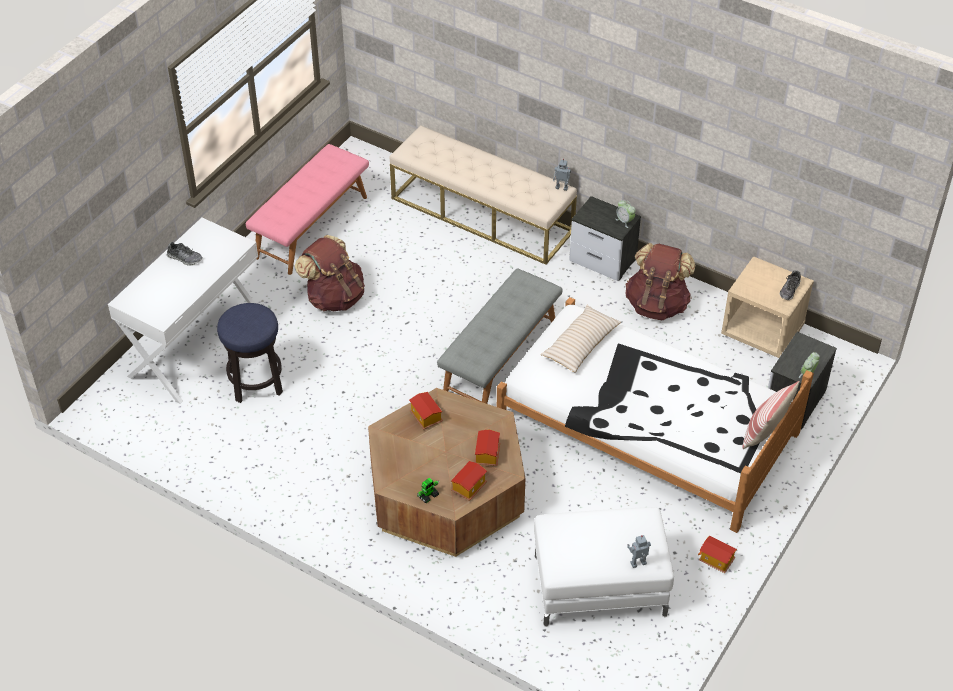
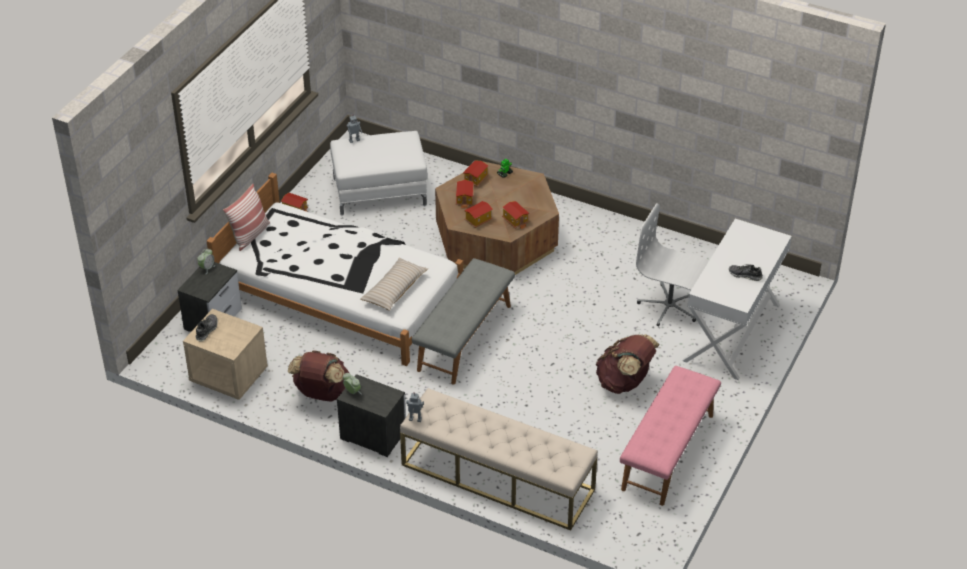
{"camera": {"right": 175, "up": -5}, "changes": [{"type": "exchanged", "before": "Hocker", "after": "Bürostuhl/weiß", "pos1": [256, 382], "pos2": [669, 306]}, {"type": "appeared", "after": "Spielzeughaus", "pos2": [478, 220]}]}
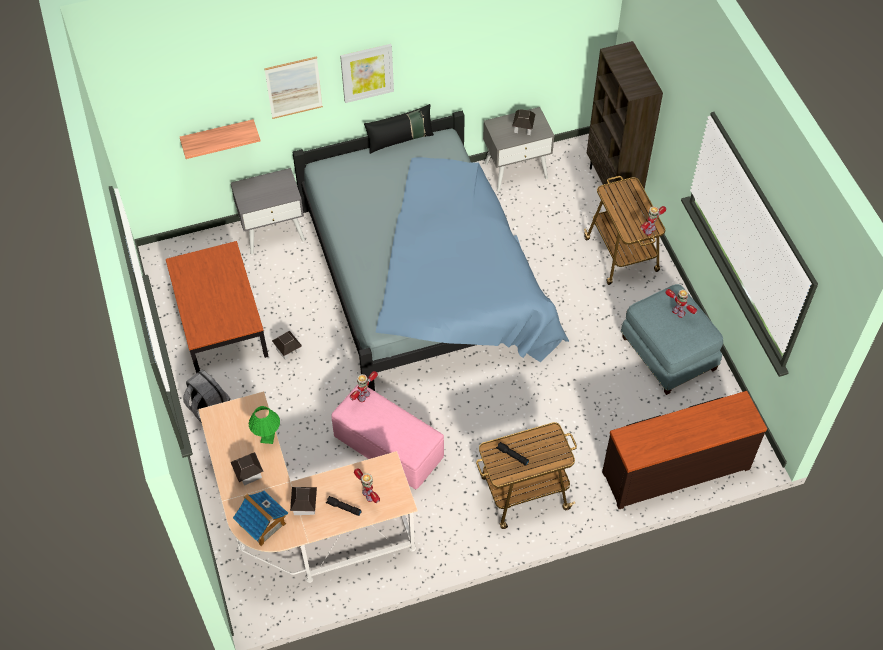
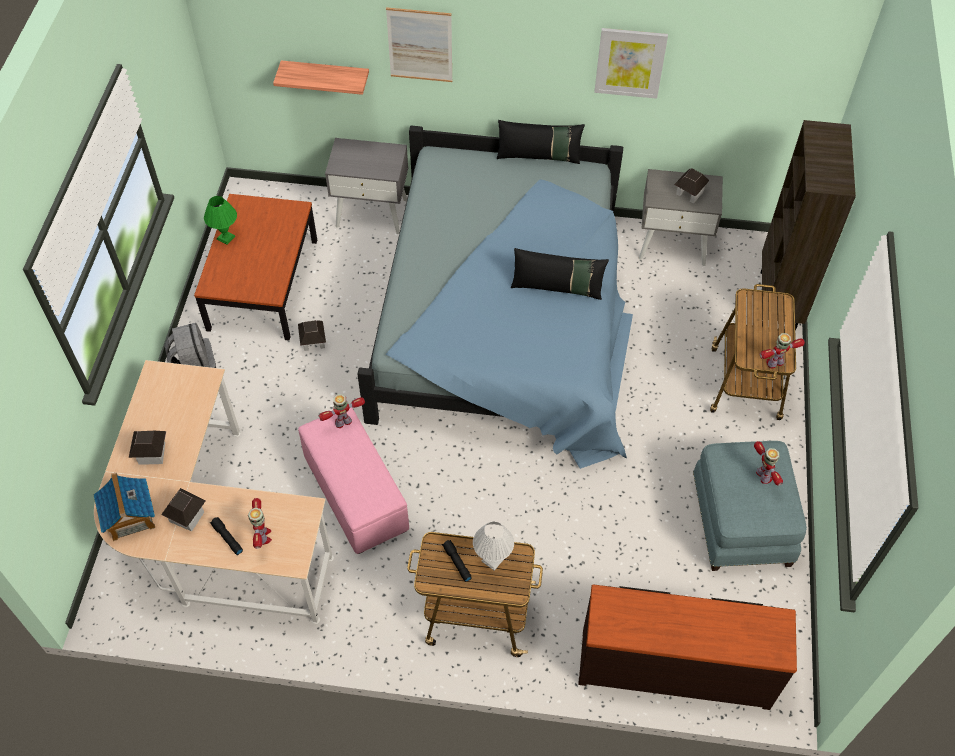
{"camera": {"right": 25, "up": 0}, "changes": [{"type": "relocated", "before": "Bild", "pos1": [367, 72], "pos2": [630, 62]}, {"type": "relocated", "before": "Tischlampe/grün", "pos1": [267, 438], "pos2": [225, 238]}, {"type": "appeared", "after": "Kissen/schwarz", "pos2": [557, 288]}, {"type": "appeared", "after": "Tischlampe/weiß", "pos2": [492, 560]}]}
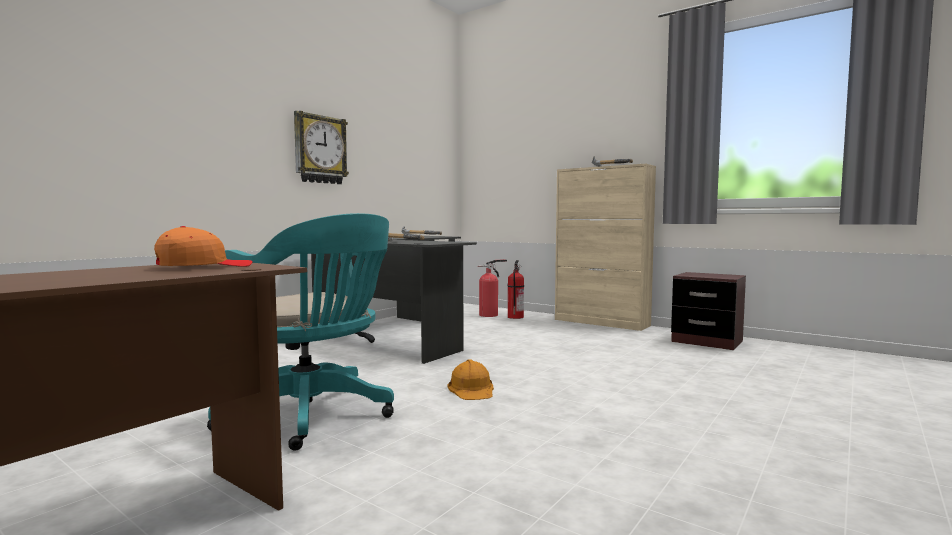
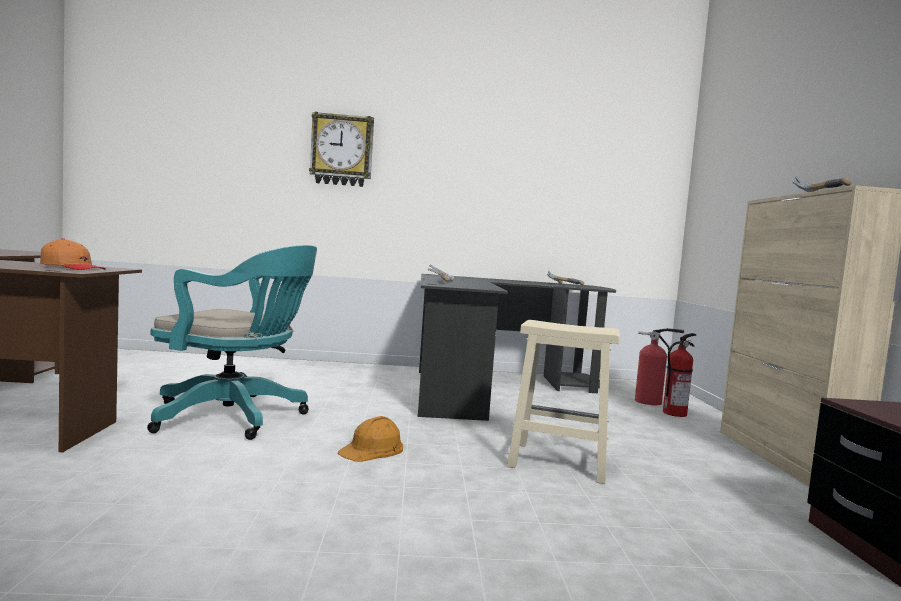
{"camera": {"right": 50, "up": 0}, "changes": [{"type": "relocated", "before": "Wanduhr", "pos1": [320, 149], "pos2": [342, 150]}, {"type": "spun", "before": "Bürostuhl/türkis", "pos1": [312, 416], "pos2": [235, 417], "turn": -75}, {"type": "appeared", "after": "Hocker/beige", "pos2": [556, 462]}]}
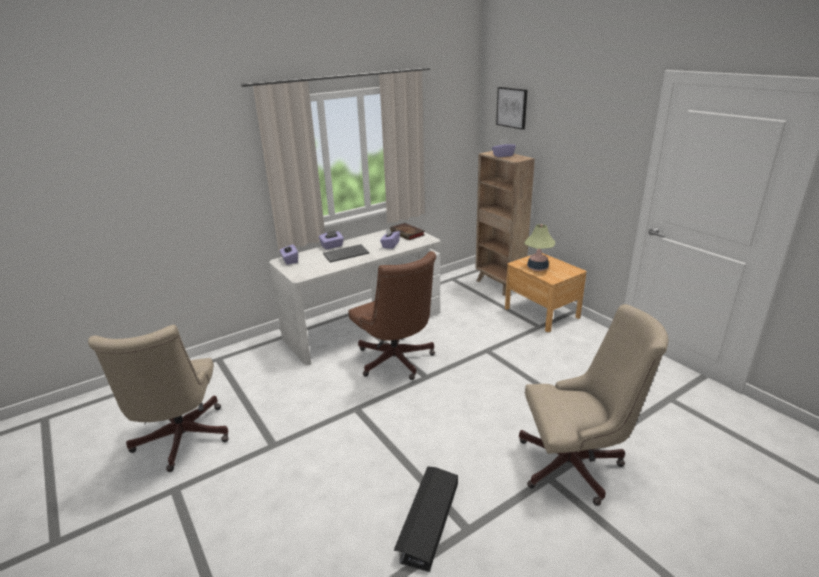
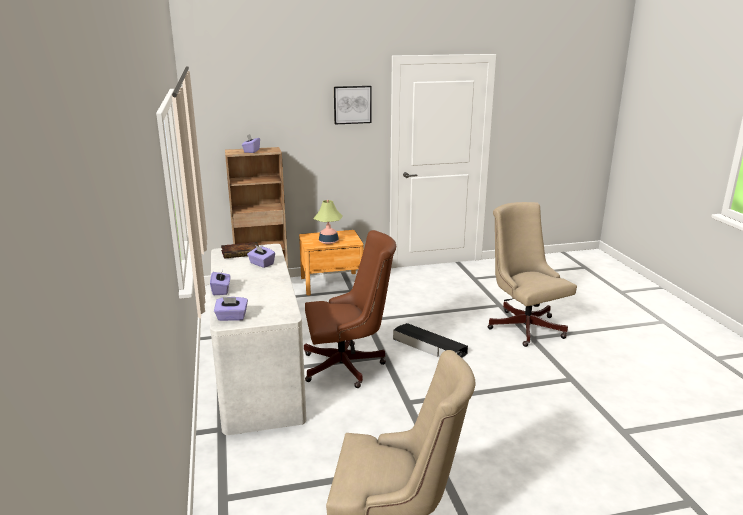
{"camera": {"right": -70, "up": -5}, "changes": [{"type": "relocated", "before": "Bild", "pos1": [512, 107], "pos2": [352, 104]}, {"type": "missing", "before": "Tastatur", "pos1": [346, 254]}, {"type": "spun", "before": "Bürostuhl/beige", "pos1": [576, 465], "pos2": [523, 325], "turn": -45}, {"type": "relocated", "before": "Aufbewahrungsbox/schwarz", "pos1": [428, 520], "pos2": [429, 346]}]}
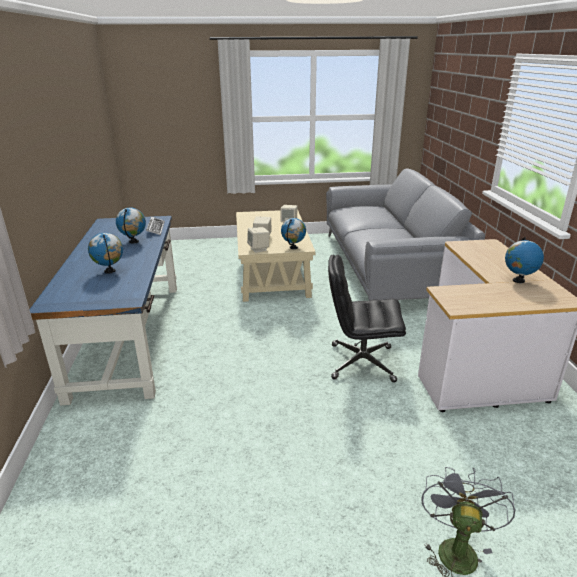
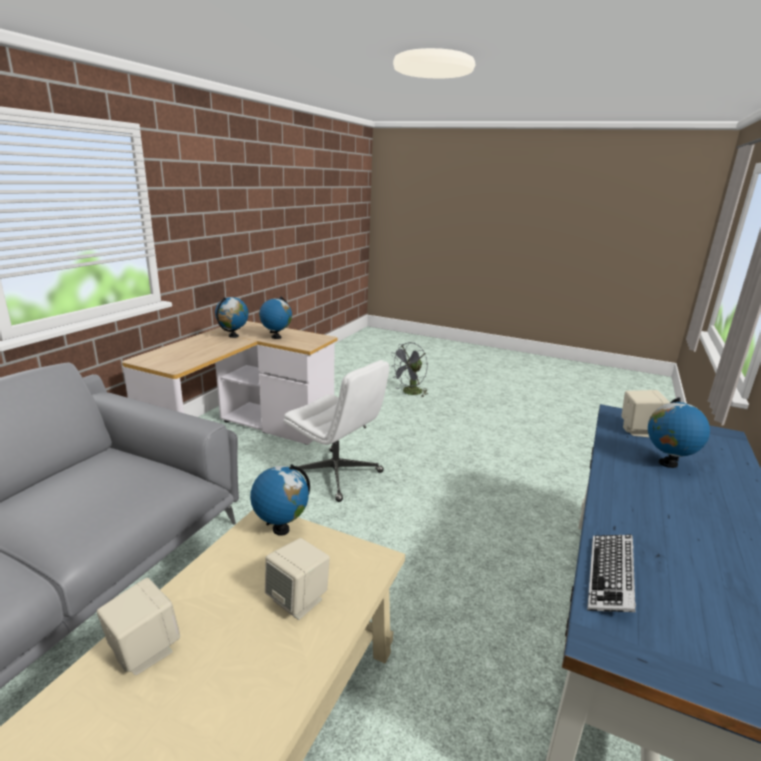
{"camera": {"right": -150, "up": -5}, "changes": [{"type": "relocated", "before": "Globus", "pos1": [134, 241], "pos2": [276, 337]}, {"type": "relocated", "before": "Lautsprecher/beige", "pos1": [259, 249], "pos2": [638, 430]}, {"type": "colour", "before": "Bürostuhl/schwarz", "after": "Bürostuhl/weiß", "pos1": [361, 363], "pos2": [336, 474]}]}
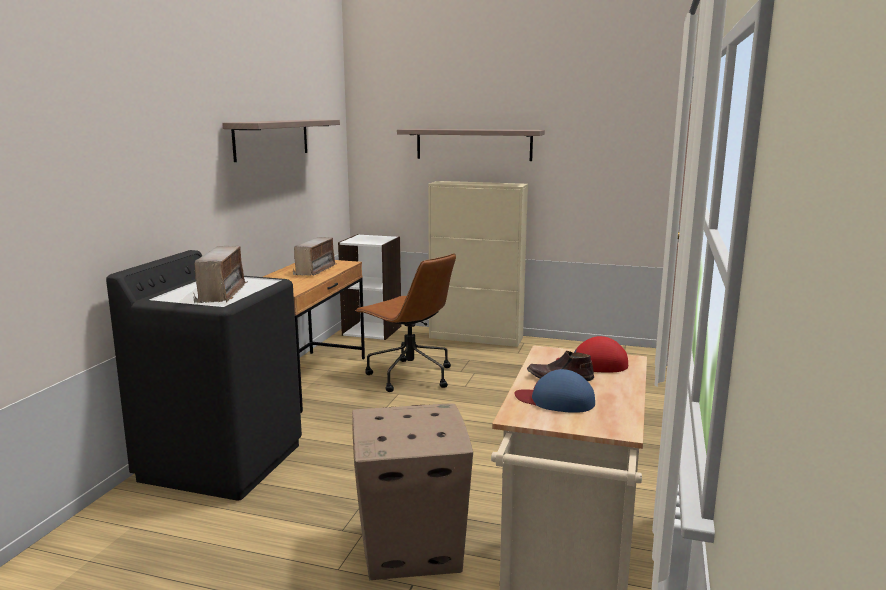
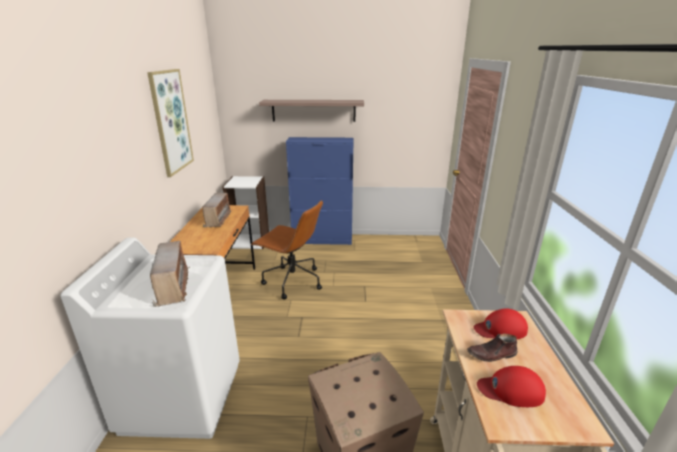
{"camera": {"right": -15, "up": 10}, "changes": [{"type": "exchanged", "before": "Wandregal", "after": "Bild", "pos1": [272, 139], "pos2": [171, 122]}, {"type": "colour", "before": "Schrank/beige", "after": "Schrank/blau", "pos1": [476, 338], "pos2": [322, 240]}, {"type": "colour", "before": "Waschmaschine/schwarz", "after": "Waschmaschine/weiß", "pos1": [222, 461], "pos2": [183, 396]}, {"type": "colour", "before": "Kappe/blau", "after": "Kappe/rot", "pos1": [555, 400], "pos2": [511, 390]}]}
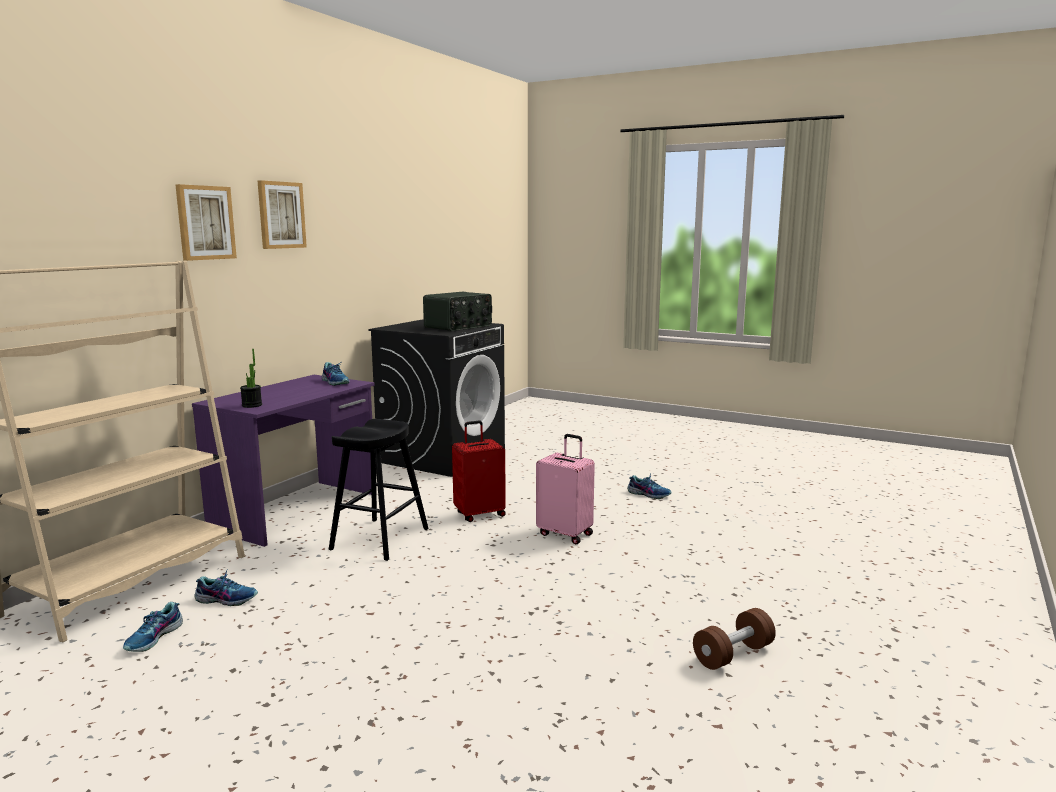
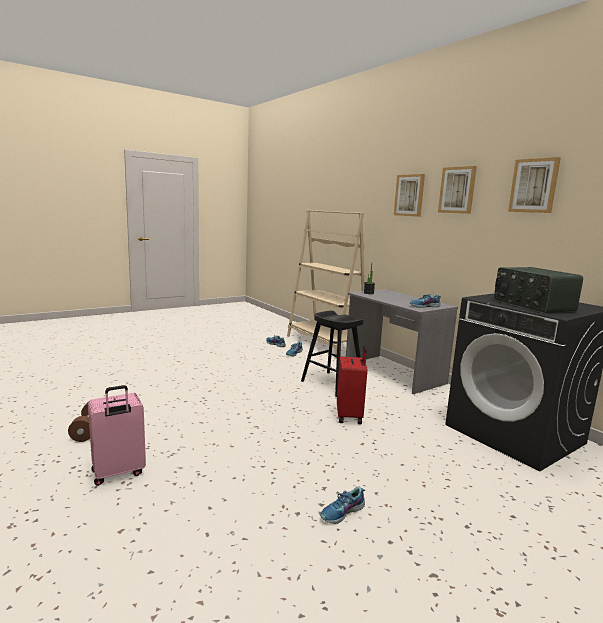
{"camera": {"right": 115, "up": 0}, "changes": [{"type": "colour", "before": "Schreibtisch/lila", "after": "Schreibtisch/grau", "pos1": [298, 511], "pos2": [393, 373]}, {"type": "relocated", "before": "Koffer/rosa", "pos1": [566, 534], "pos2": [118, 473]}, {"type": "appeared", "after": "Bild", "pos2": [534, 185]}]}
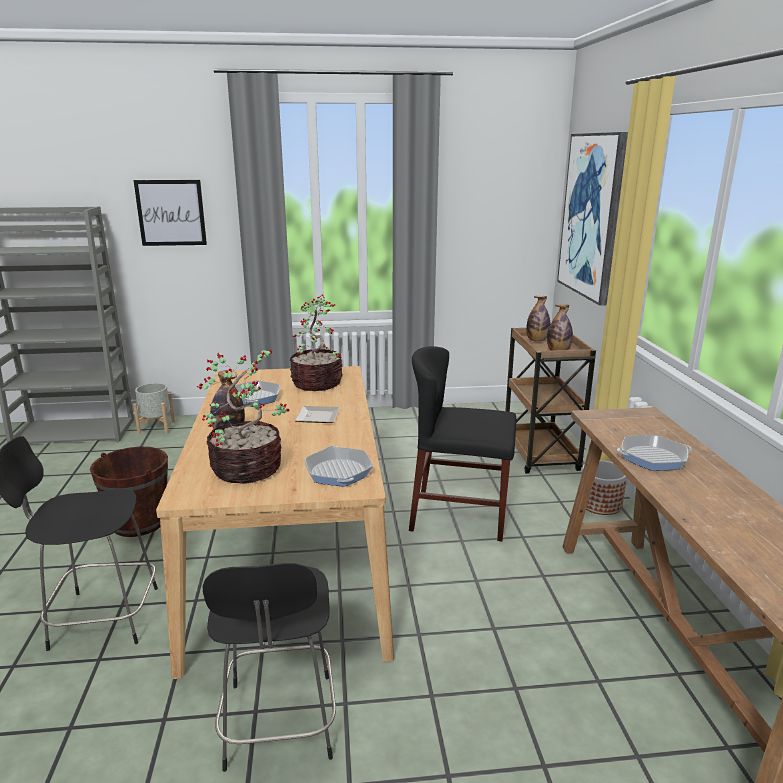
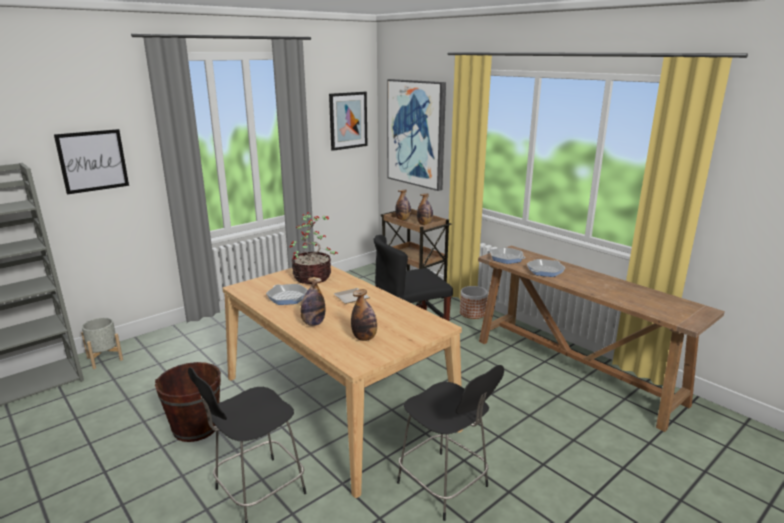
{"camera": {"right": -35, "up": 0}, "changes": [{"type": "exchanged", "before": "Topfpflanze", "after": "Flasche", "pos1": [249, 468], "pos2": [364, 338]}, {"type": "relocated", "before": "Pfanne", "pos1": [338, 472], "pos2": [506, 258]}, {"type": "appeared", "after": "Bild", "pos2": [348, 120]}]}
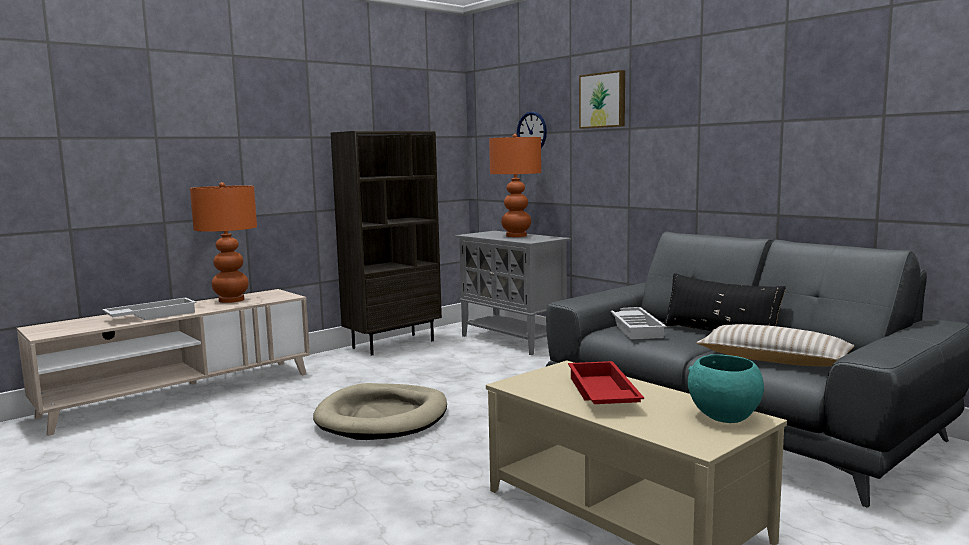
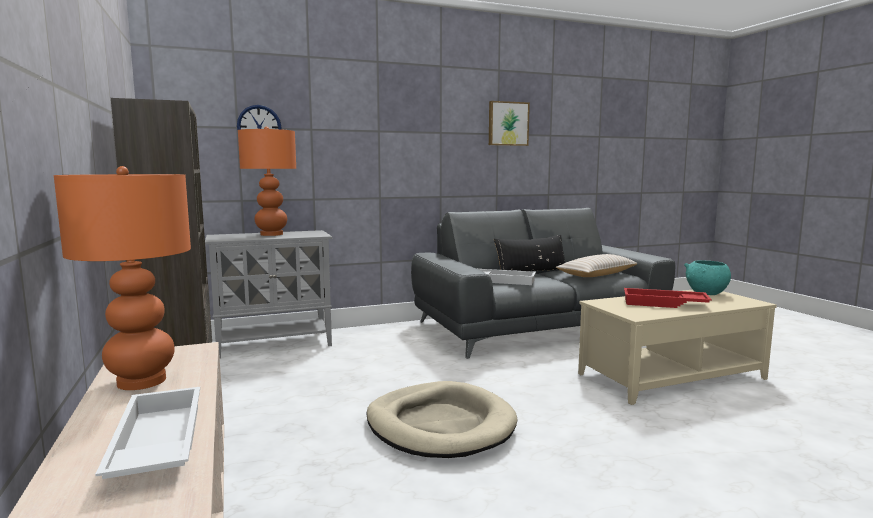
{"camera": {"right": -70, "up": 0}, "changes": [{"type": "relocated", "before": "Bild", "pos1": [603, 100], "pos2": [507, 124]}]}
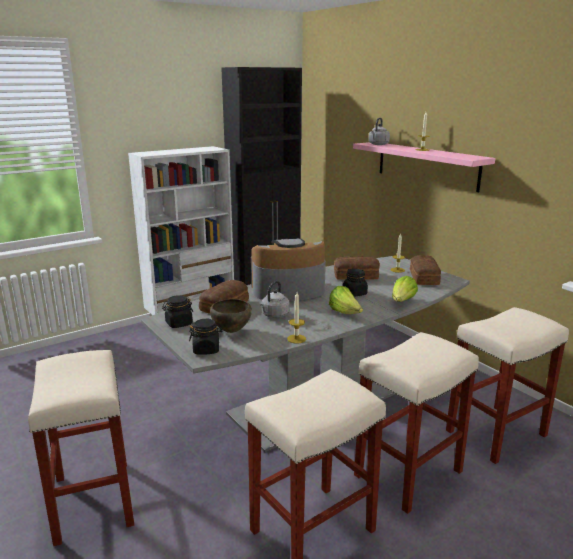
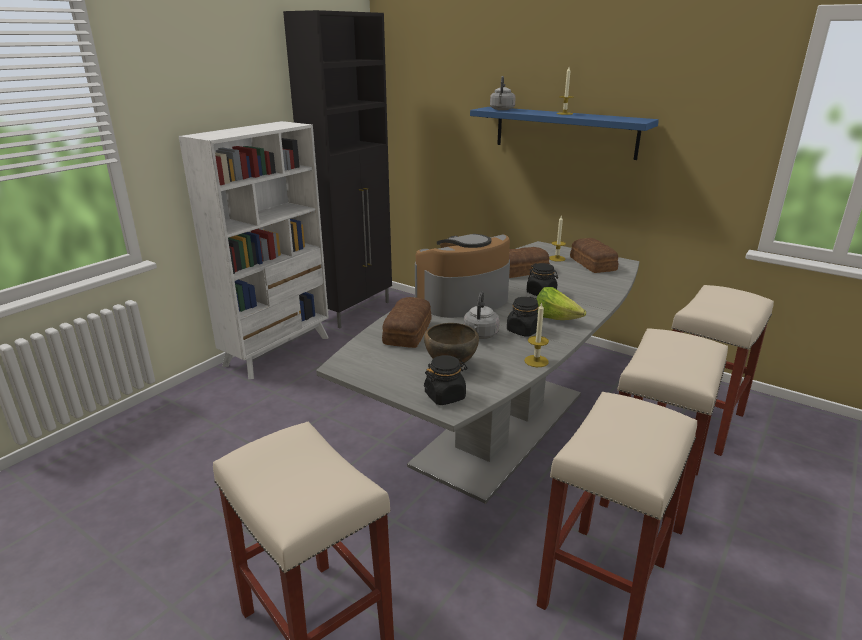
{"camera": {"right": -20, "up": 5}, "changes": [{"type": "colour", "before": "Wandregal/rosa", "after": "Wandregal/blau", "pos1": [426, 165], "pos2": [564, 132]}, {"type": "missing", "before": "Salatkopf", "pos1": [402, 302]}, {"type": "relocated", "before": "Vorratsglas/schwarz", "pos1": [179, 323], "pos2": [523, 331]}]}
